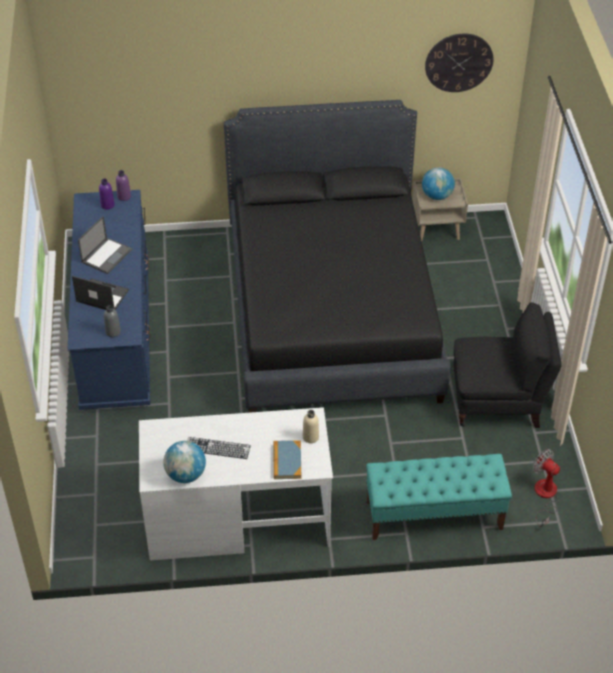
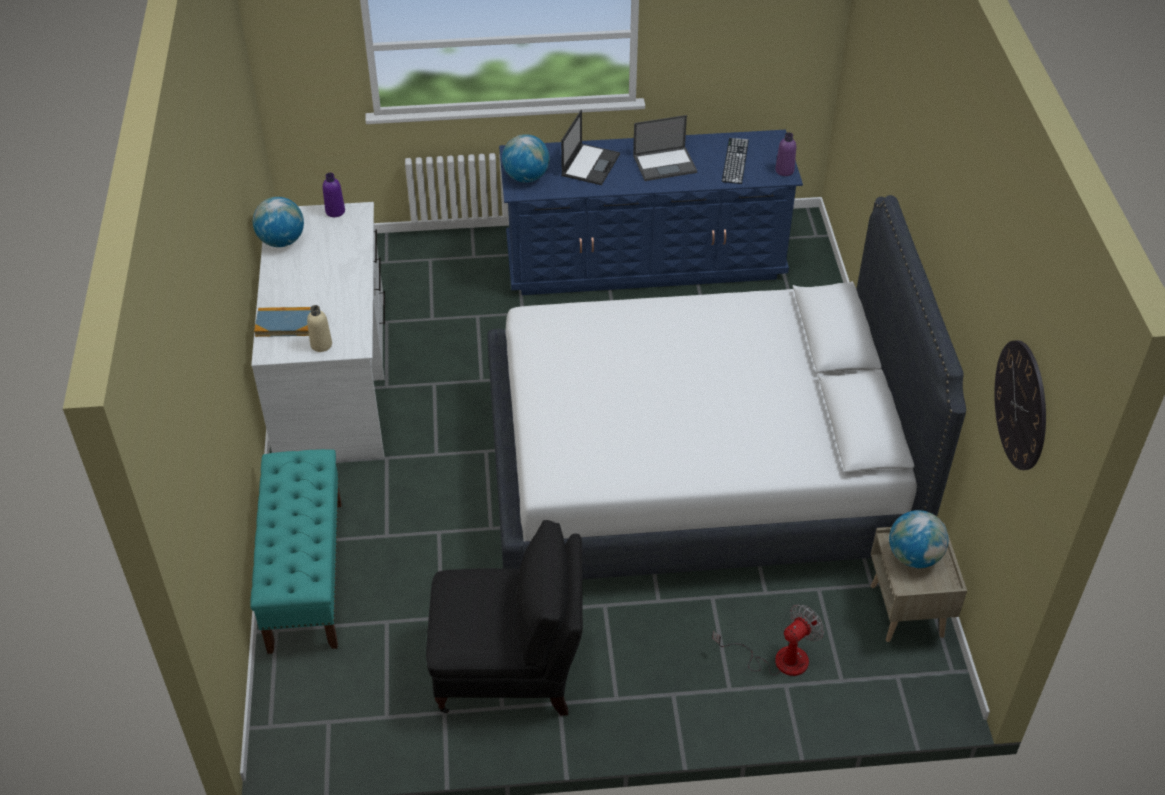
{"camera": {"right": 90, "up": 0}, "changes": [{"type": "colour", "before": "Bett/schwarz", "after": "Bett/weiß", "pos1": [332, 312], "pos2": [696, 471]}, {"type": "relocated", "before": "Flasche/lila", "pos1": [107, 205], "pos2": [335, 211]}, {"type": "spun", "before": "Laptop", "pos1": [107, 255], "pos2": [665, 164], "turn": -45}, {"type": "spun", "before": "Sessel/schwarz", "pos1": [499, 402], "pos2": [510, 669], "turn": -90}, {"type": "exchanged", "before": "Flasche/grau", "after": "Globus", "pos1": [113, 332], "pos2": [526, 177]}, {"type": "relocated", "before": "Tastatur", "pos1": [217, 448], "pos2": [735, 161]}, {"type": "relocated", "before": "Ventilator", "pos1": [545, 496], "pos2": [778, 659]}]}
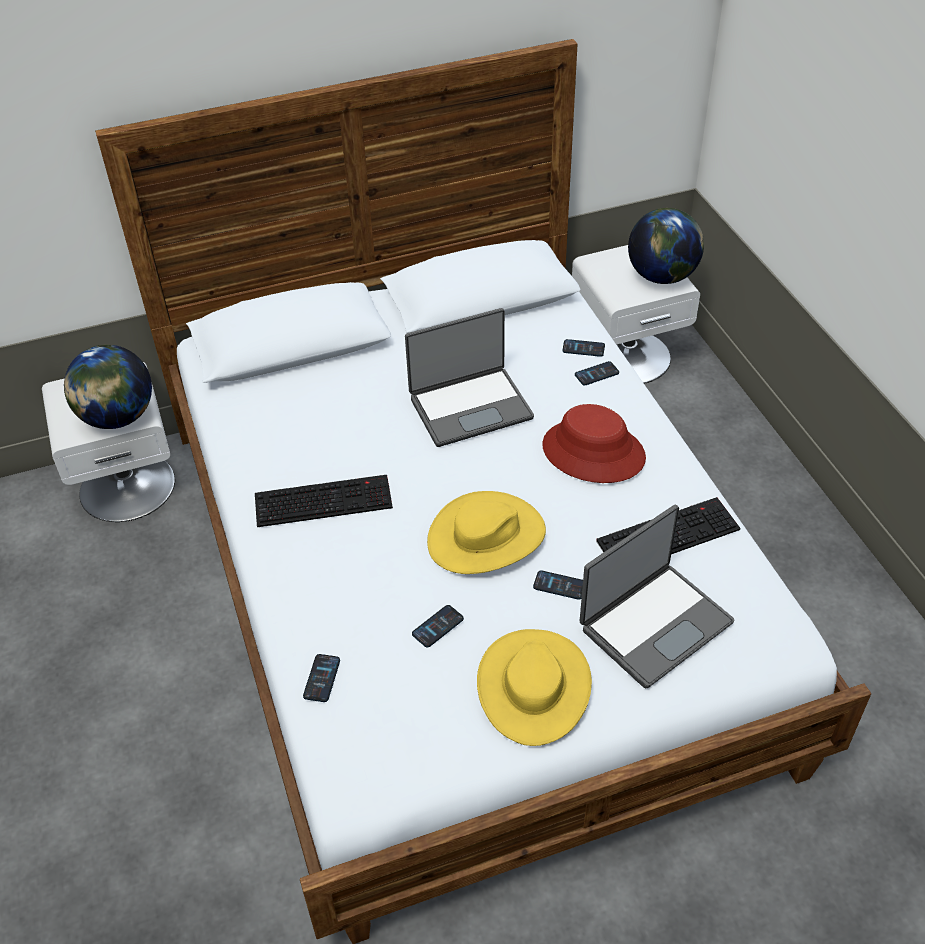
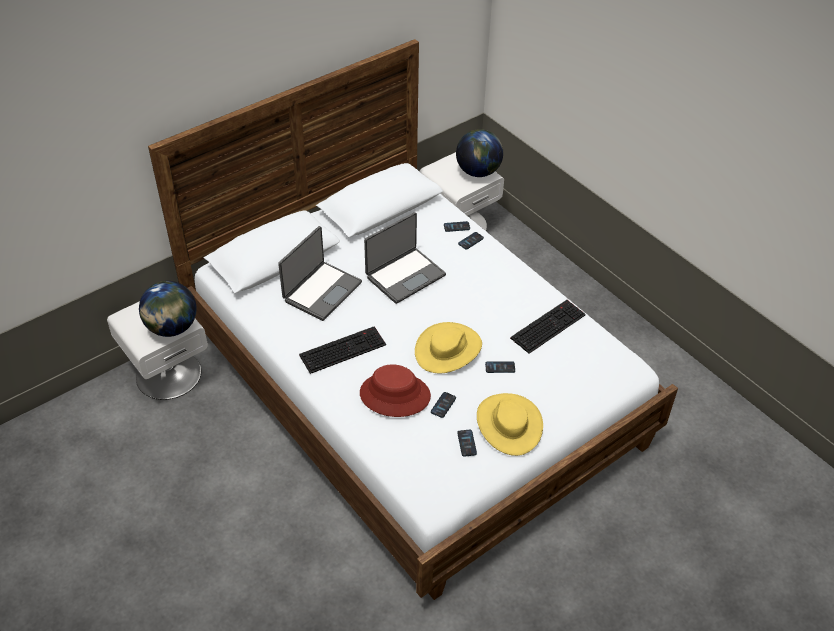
{"camera": {"right": -20, "up": 0}, "changes": [{"type": "relocated", "before": "Hut/rot", "pos1": [593, 452], "pos2": [394, 395]}, {"type": "relocated", "before": "Laptop", "pos1": [654, 624], "pos2": [321, 291]}, {"type": "relocated", "before": "Handy", "pos1": [322, 678], "pos2": [467, 443]}]}
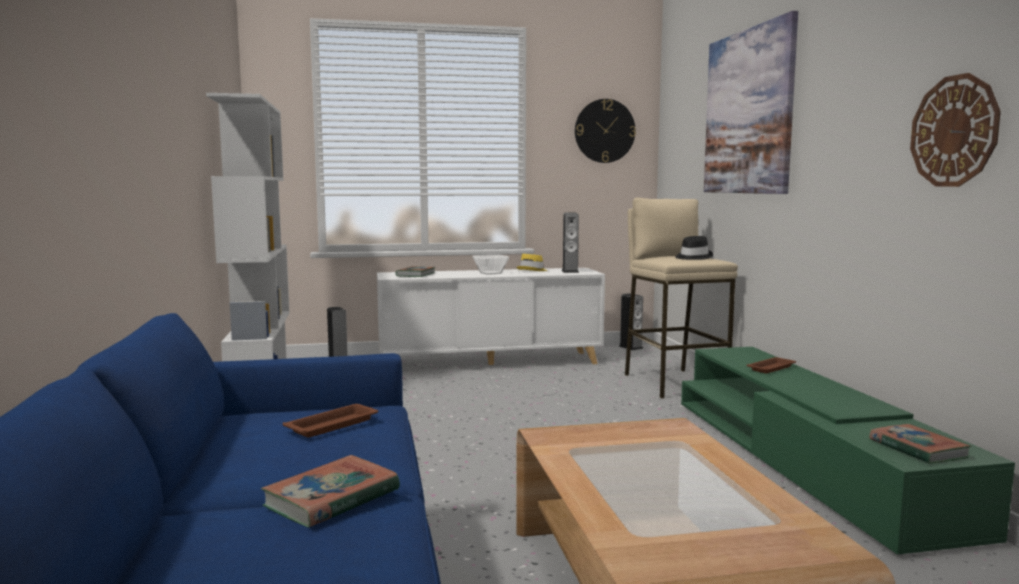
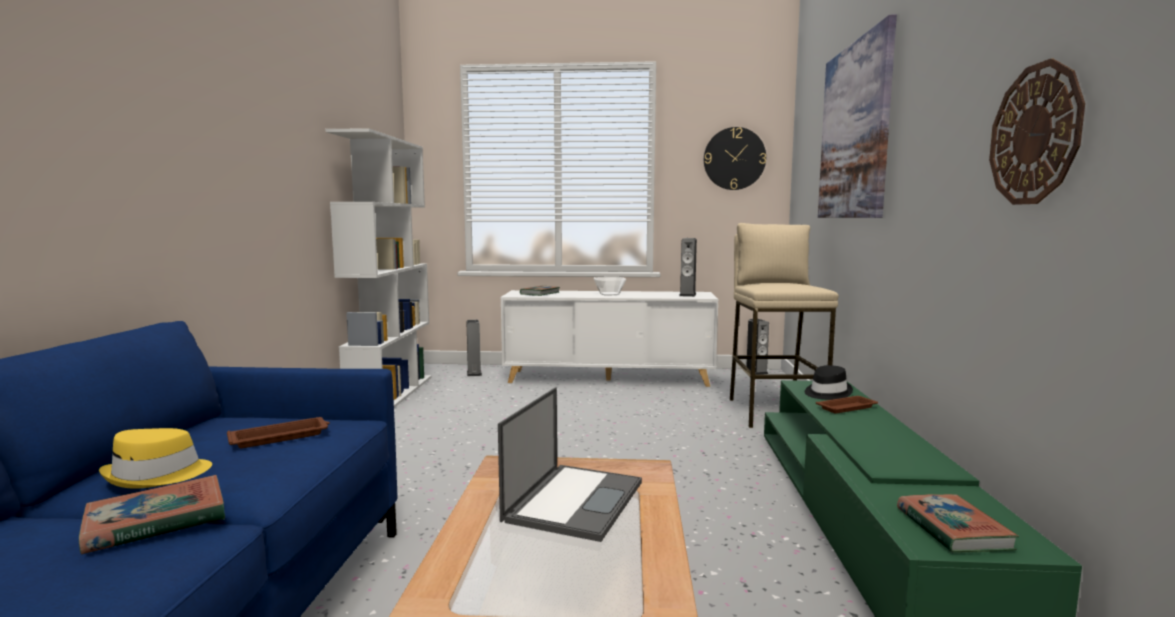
{"camera": {"right": 15, "up": 0}, "changes": [{"type": "relocated", "before": "Hut/schwarz", "pos1": [693, 257], "pos2": [826, 393]}, {"type": "relocated", "before": "Hut/gelb", "pos1": [533, 270], "pos2": [158, 475]}, {"type": "appeared", "after": "Laptop", "pos2": [575, 500]}]}
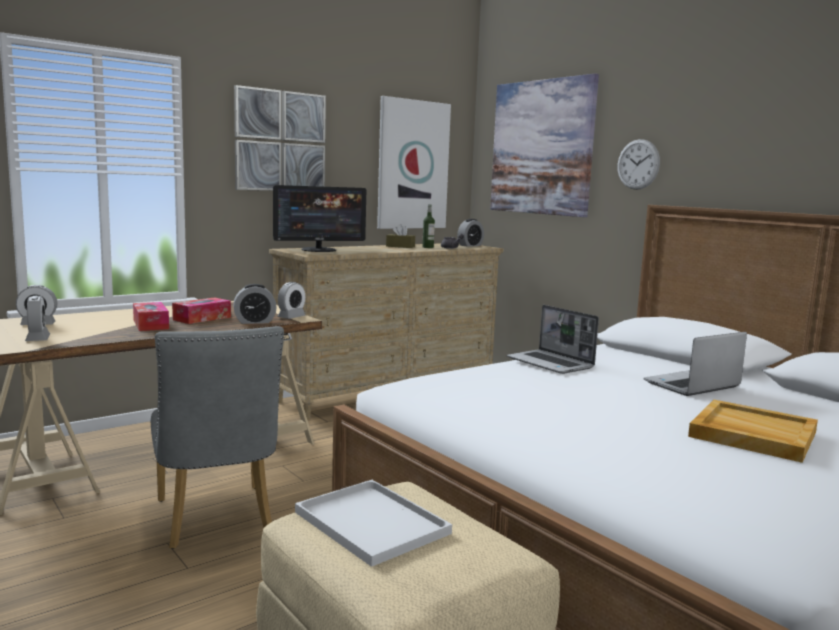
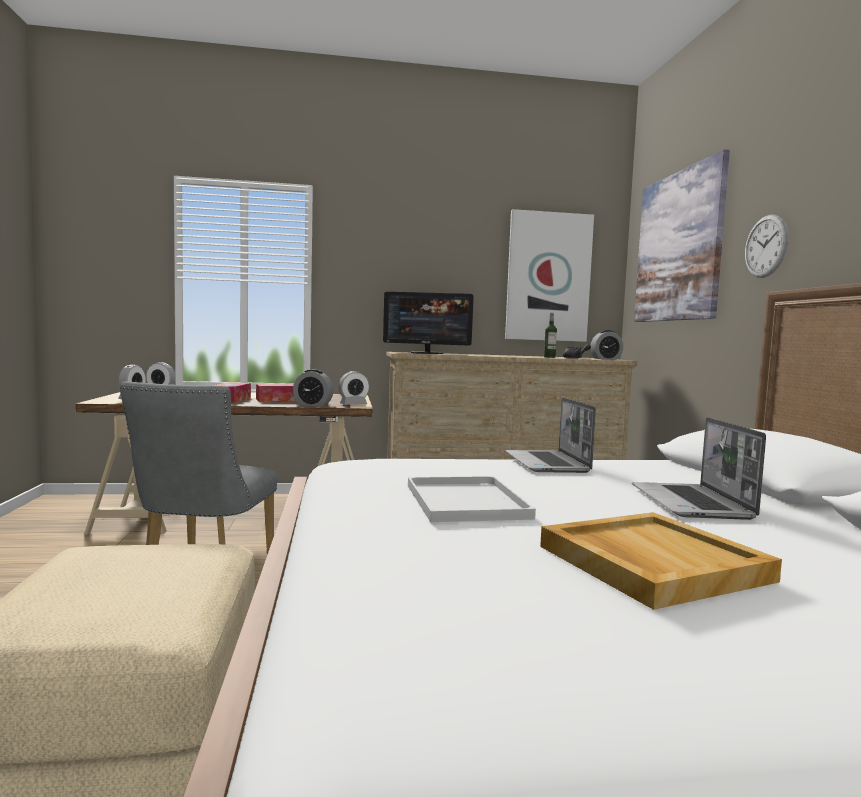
{"camera": {"right": 30, "up": -5}, "changes": [{"type": "missing", "before": "Bild", "pos1": [280, 141]}, {"type": "missing", "before": "Taschentuchbox/braun", "pos1": [400, 246]}, {"type": "spun", "before": "Laptop", "pos1": [691, 385], "pos2": [692, 503], "turn": -90}, {"type": "relocated", "before": "Tablett/weiß", "pos1": [368, 522], "pos2": [463, 500]}]}
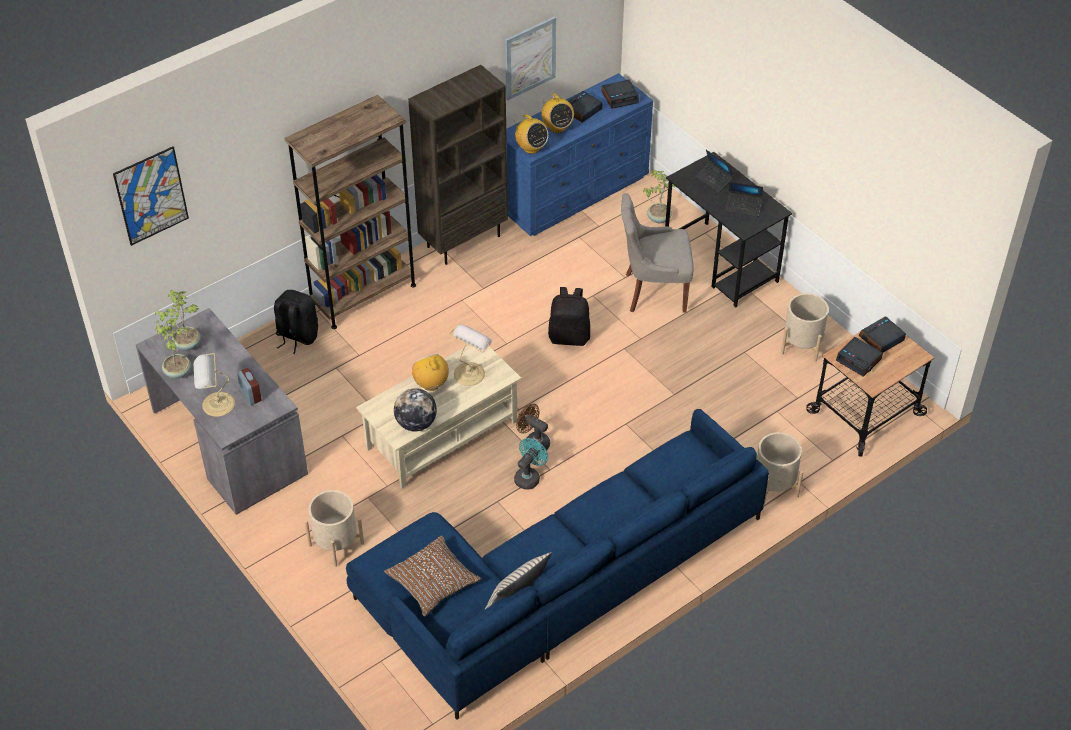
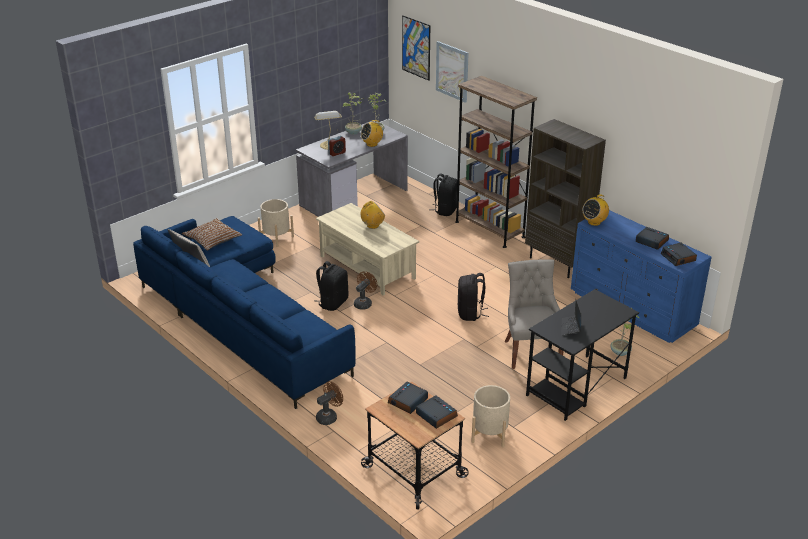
{"camera": {"right": 85, "up": -15}, "changes": [{"type": "relocated", "before": "Bild", "pos1": [530, 58], "pos2": [452, 71]}, {"type": "relocated", "before": "Radio", "pos1": [557, 127], "pos2": [372, 144]}, {"type": "missing", "before": "Laptop", "pos1": [714, 180]}, {"type": "missing", "before": "Tischlampe", "pos1": [470, 372]}, {"type": "missing", "before": "Globus", "pos1": [416, 423]}, {"type": "exchanged", "before": "Pflanzkübel/beige", "after": "Ventilator/braun", "pos1": [773, 486], "pos2": [329, 416]}, {"type": "exchanged", "before": "Ventilator/türkis", "after": "Rucksack/schwarz", "pos1": [529, 477], "pos2": [332, 303]}]}
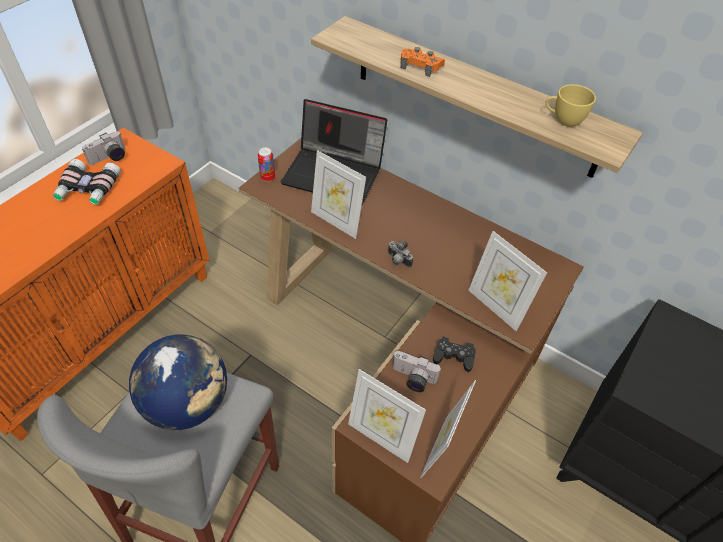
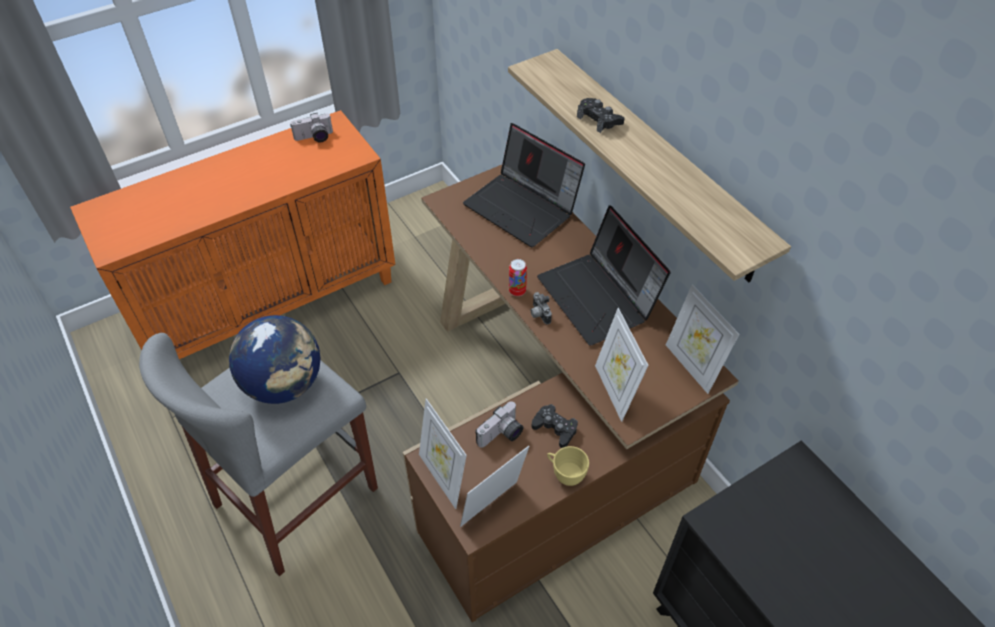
{"camera": {"right": 25, "up": 0}, "changes": [{"type": "colour", "before": "Gamepad/orange", "after": "Gamepad/schwarz", "pos1": [421, 66], "pos2": [599, 119]}, {"type": "relocated", "before": "Tasse/gelb", "pos1": [563, 120], "pos2": [565, 474]}, {"type": "relocated", "before": "Dose", "pos1": [267, 177], "pos2": [517, 291]}, {"type": "relocated", "before": "Bilderrahmen", "pos1": [337, 221], "pos2": [692, 366]}, {"type": "missing", "before": "Fernglas", "pos1": [88, 189]}, {"type": "spun", "before": "Kamera", "pos1": [412, 379], "pos2": [502, 435], "turn": -90}, {"type": "appeared", "after": "Laptop", "pos2": [599, 298]}]}
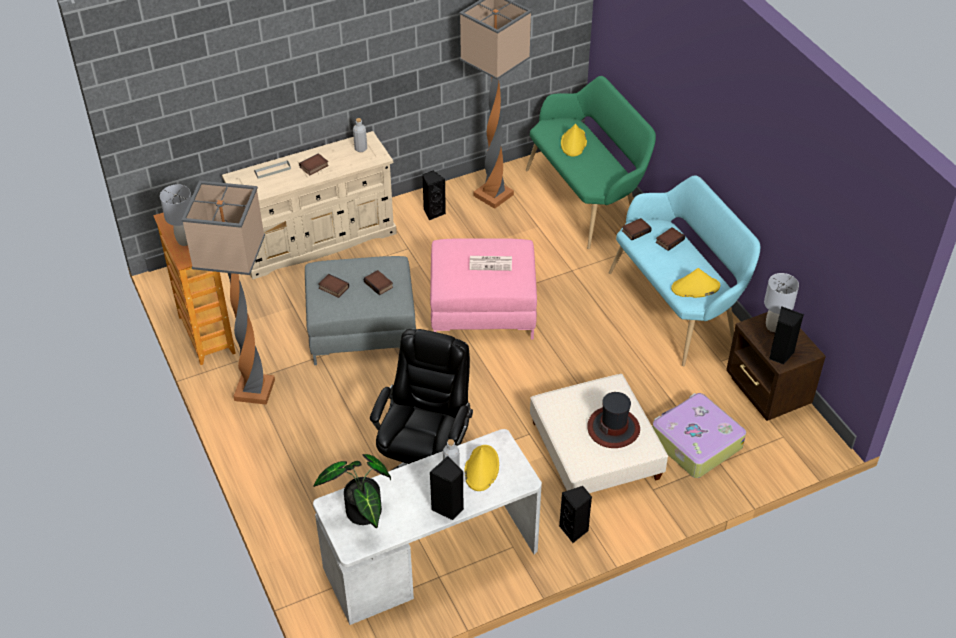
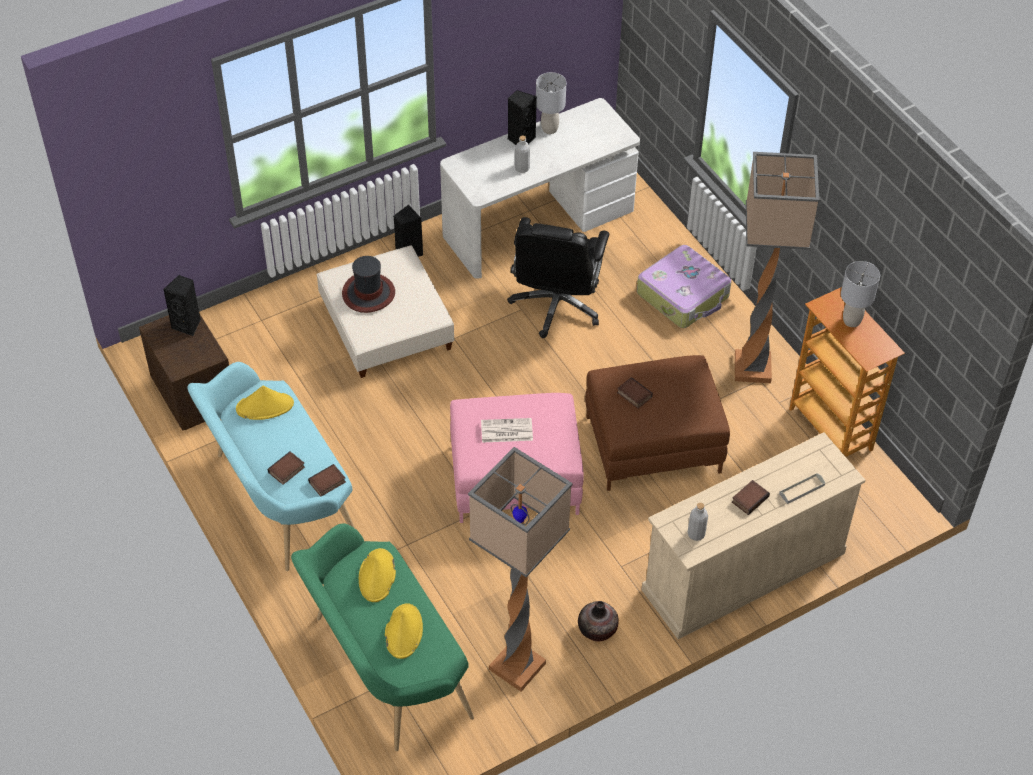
{"camera": {"right": 175, "up": 5}, "changes": [{"type": "exchanged", "before": "Lautsprecher/schwarz", "after": "Vase", "pos1": [433, 212], "pos2": [597, 630]}, {"type": "colour", "before": "Polsterhocker/grau", "after": "Polsterhocker/braun", "pos1": [363, 331], "pos2": [652, 445]}, {"type": "relocated", "before": "Tischlampe/grau", "pos1": [773, 327], "pos2": [550, 129]}, {"type": "missing", "before": "Buch", "pos1": [333, 288]}, {"type": "relocated", "before": "Koffer", "pos1": [695, 442], "pos2": [684, 295]}, {"type": "relocated", "before": "Hut/gelb", "pos1": [481, 468], "pos2": [377, 576]}, {"type": "missing", "before": "Topfpflanze", "pos1": [362, 515]}]}
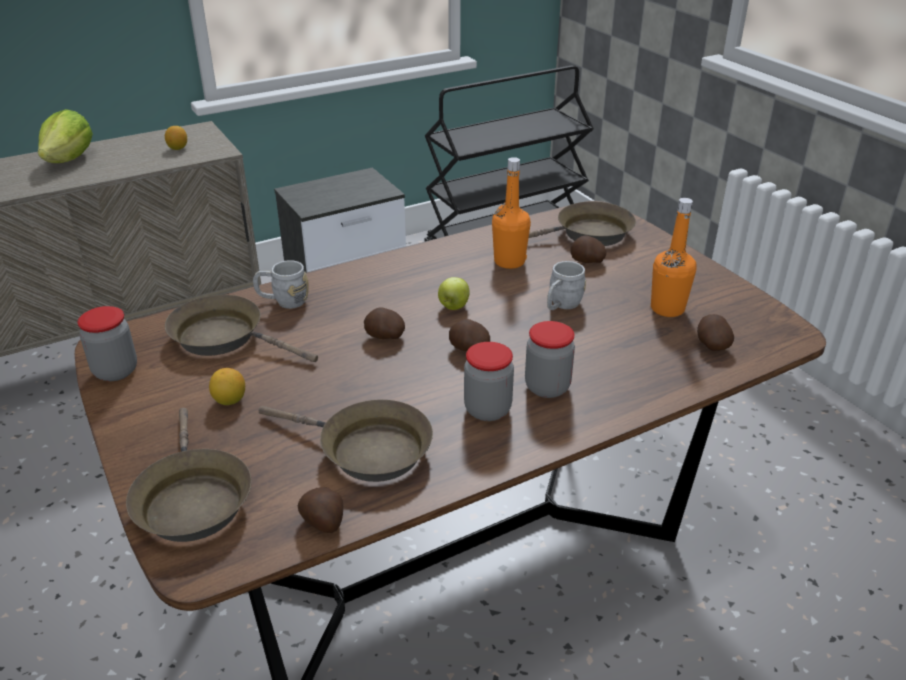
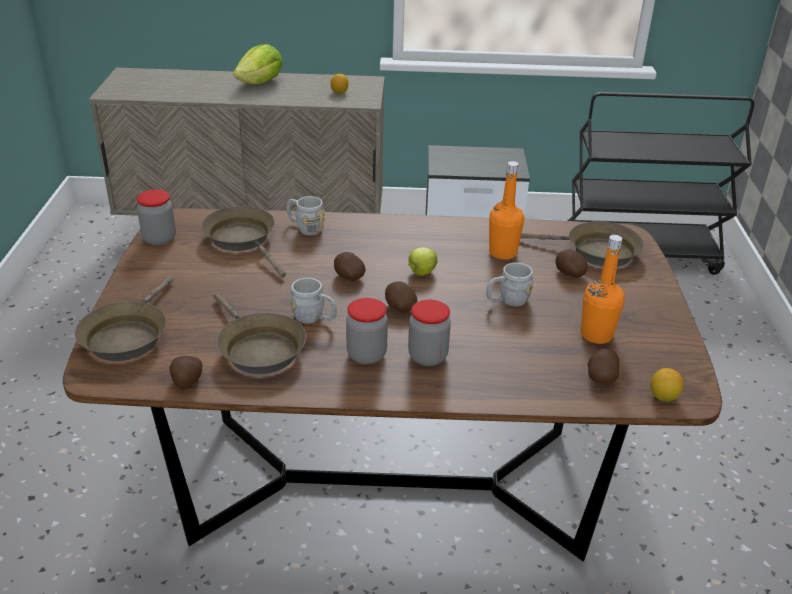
{"camera": {"right": 30, "up": 0}, "changes": [{"type": "relocated", "before": "Zitrone", "pos1": [230, 400], "pos2": [663, 397]}, {"type": "appeared", "after": "Henkelbecher/grau", "pos2": [314, 318]}]}
